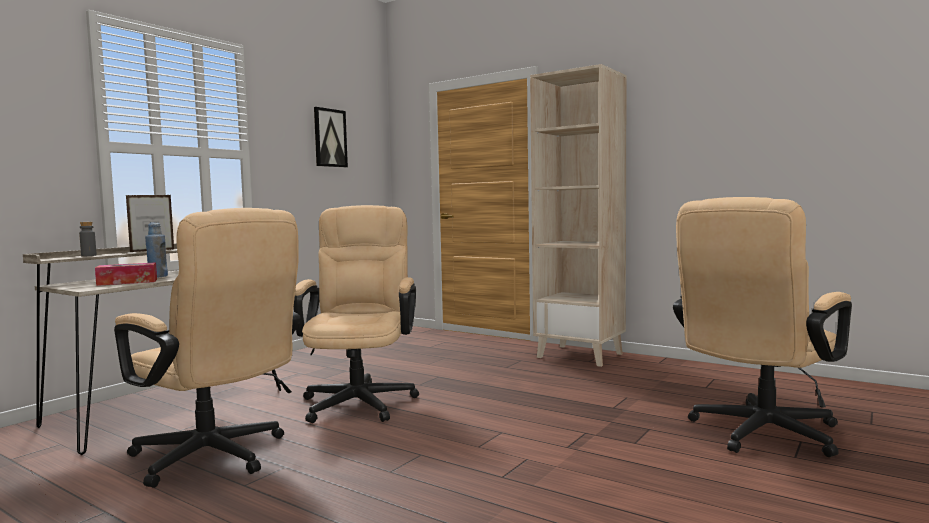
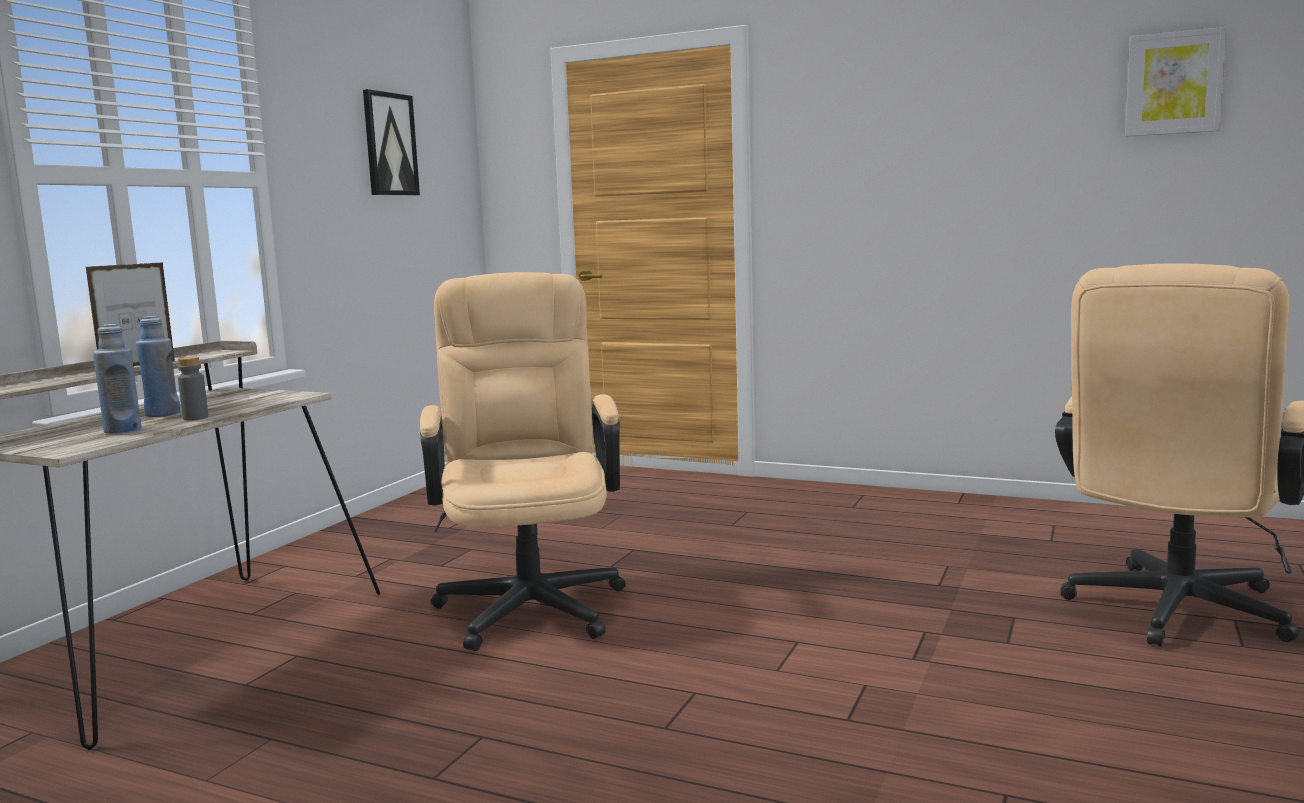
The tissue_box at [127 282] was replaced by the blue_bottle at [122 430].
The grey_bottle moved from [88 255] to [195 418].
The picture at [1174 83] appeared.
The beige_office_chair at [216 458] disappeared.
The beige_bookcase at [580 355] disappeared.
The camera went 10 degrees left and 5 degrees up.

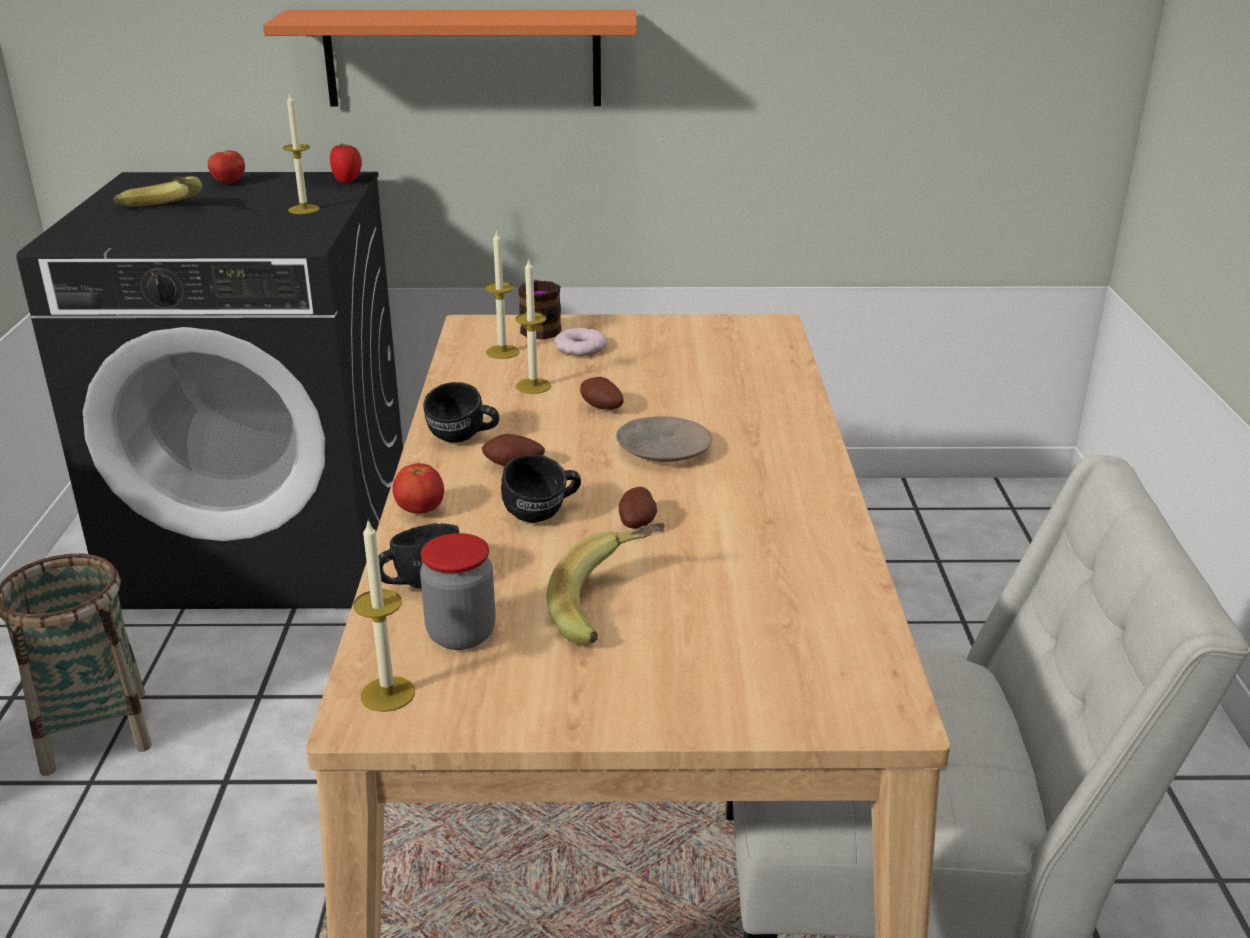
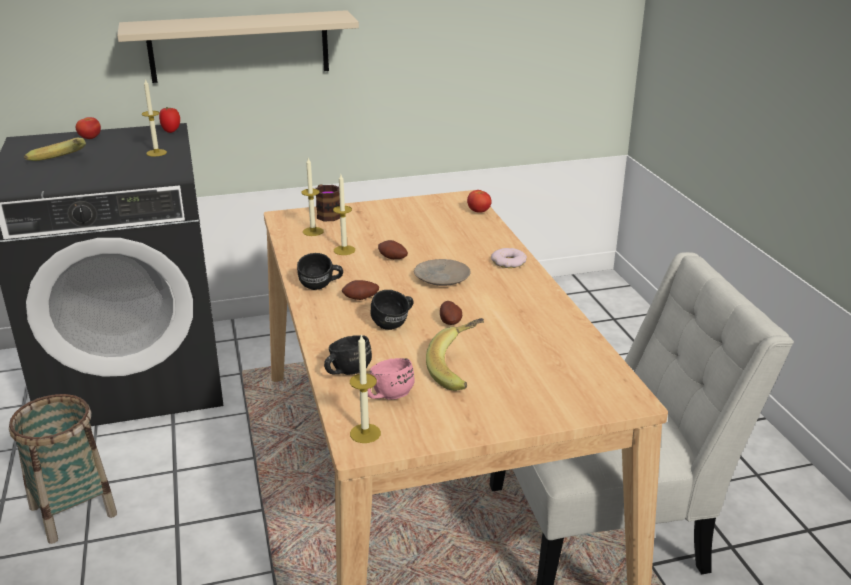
The orange_shelf at [463 58] became the beige_shelf at [239 46].
The jar at [461 634] was replaced by the pink_mug at [387 396].
The tomato moved from [420 510] to [478 212].
The donut moved from [580 348] to [508 262].
The camera went 15 degrees left and 0 degrees up.

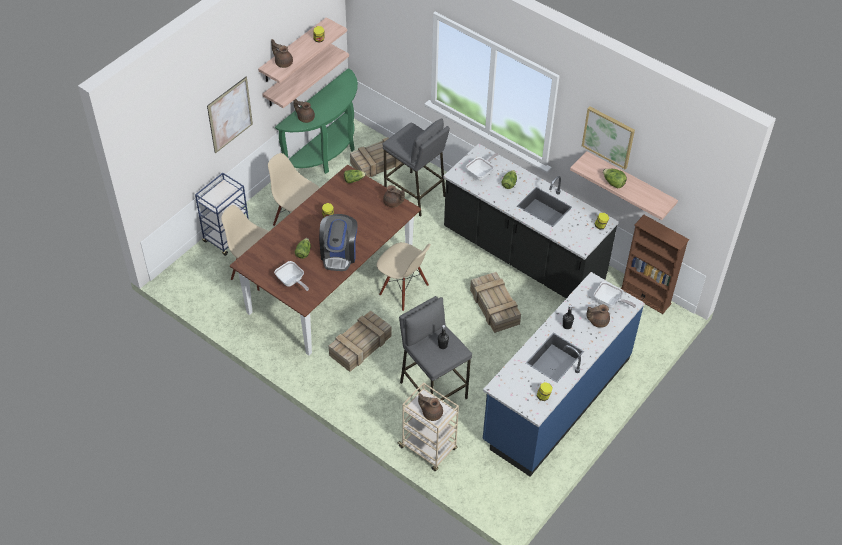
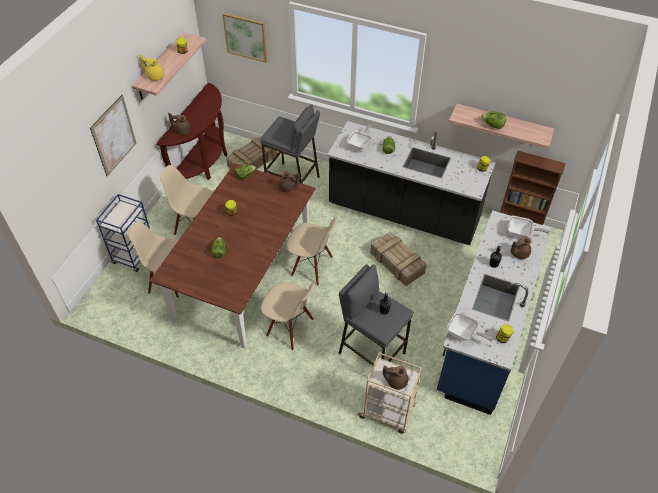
The brown_teapot at [283 62] became the yellow_teapot at [155 76].
The green_console_table at [327 153] became the brown_console_table at [204 162].
The picture moved from [608 137] to [246 37].
The crate at [360 346] was replaced by the beige_chair at [289 328].
The frying_pan moved from [291 282] to [463 334].
The shelf at [296 76] disappeared.
The coffee_machine at [339 254] disappeared.
The camera went 15 degrees left and 0 degrees up.

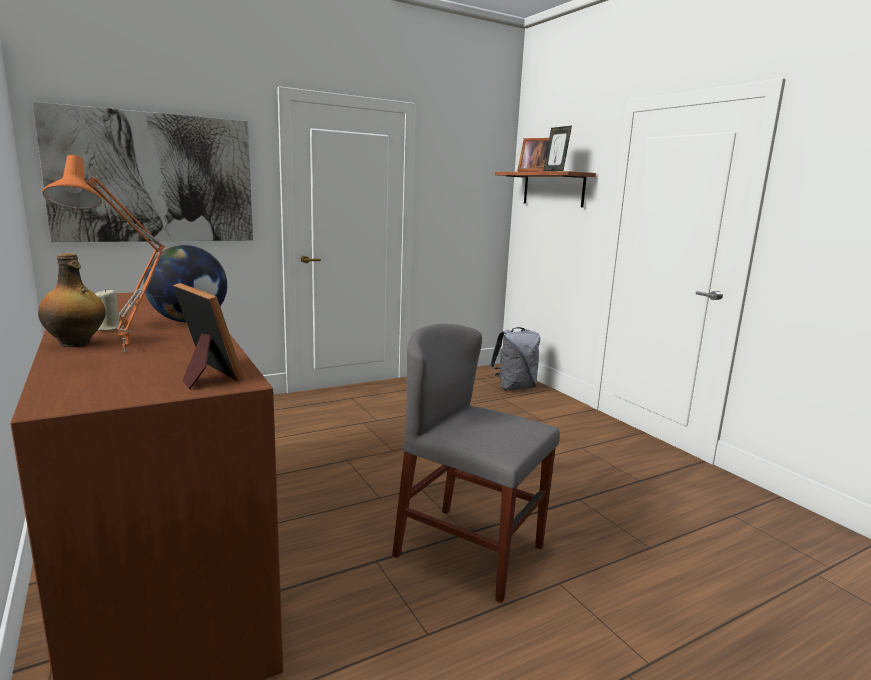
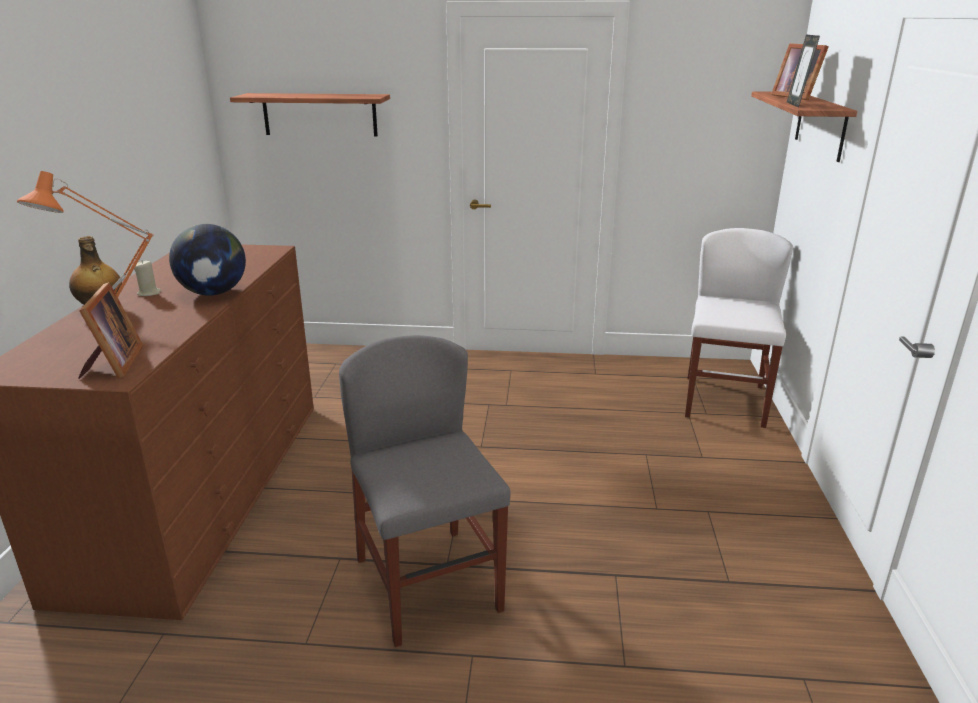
The picture at [154 178] was replaced by the shelf at [320 114].
The grey_backpack at [514 387] was replaced by the white_chair at [724 401].
The camera went 35 degrees right and 10 degrees up.

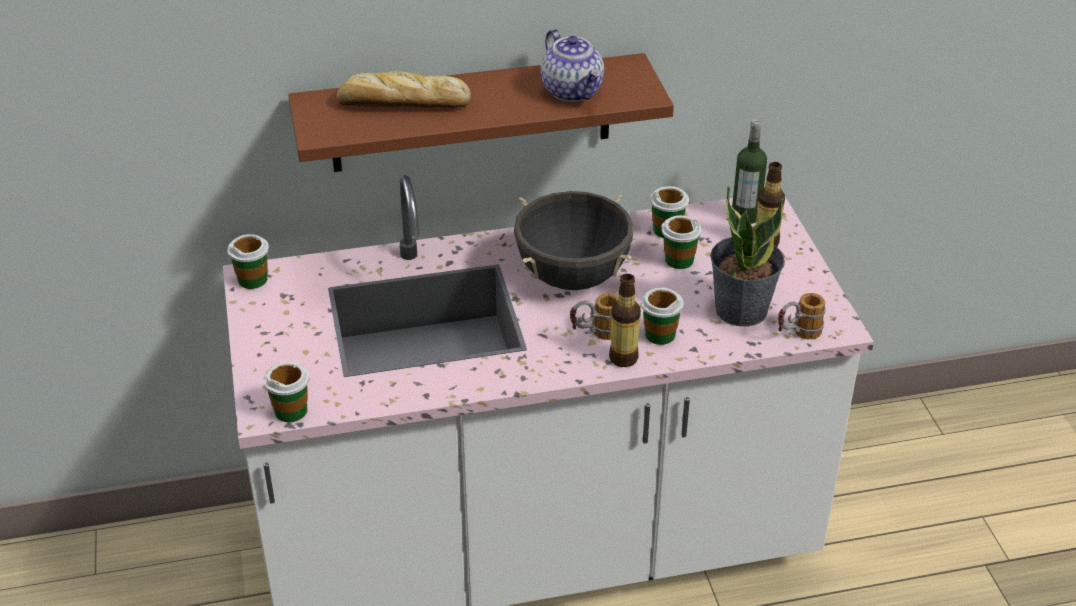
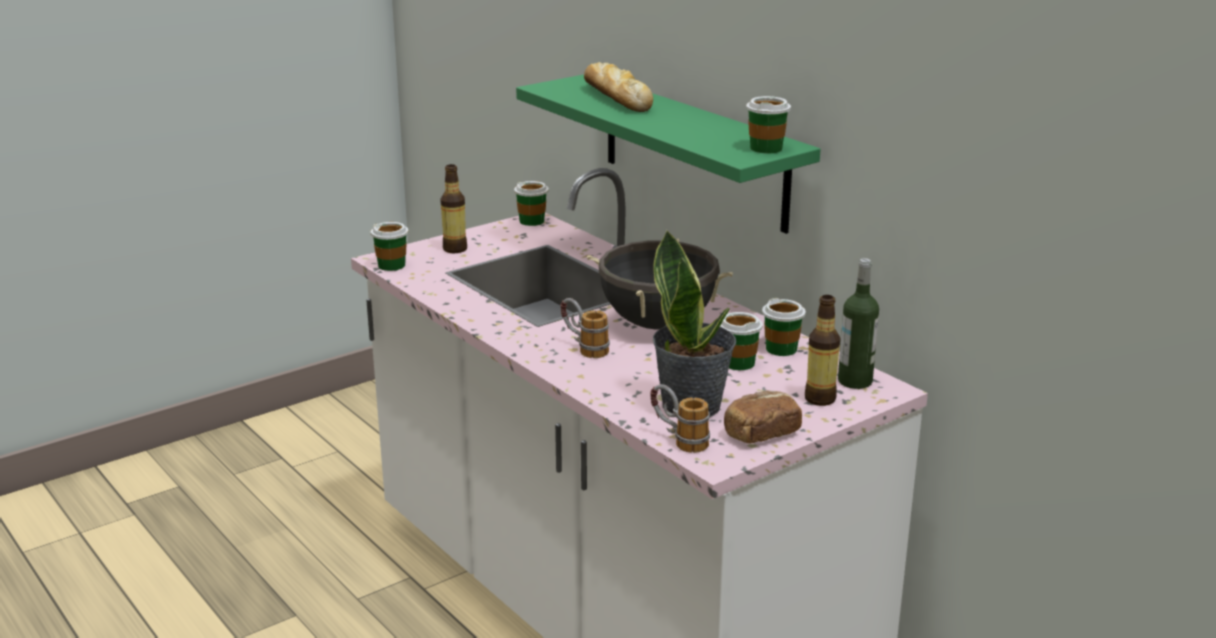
The bottle moved from [623 358] to [455 249].
The brown_shelf at [471 113] became the green_shelf at [694 151].
The bread at [760 433] appeared.
The cup moved from [659 334] to [766 148].
The teapot at [573 91] disappeared.
The camera went 65 degrees right and 15 degrees down.

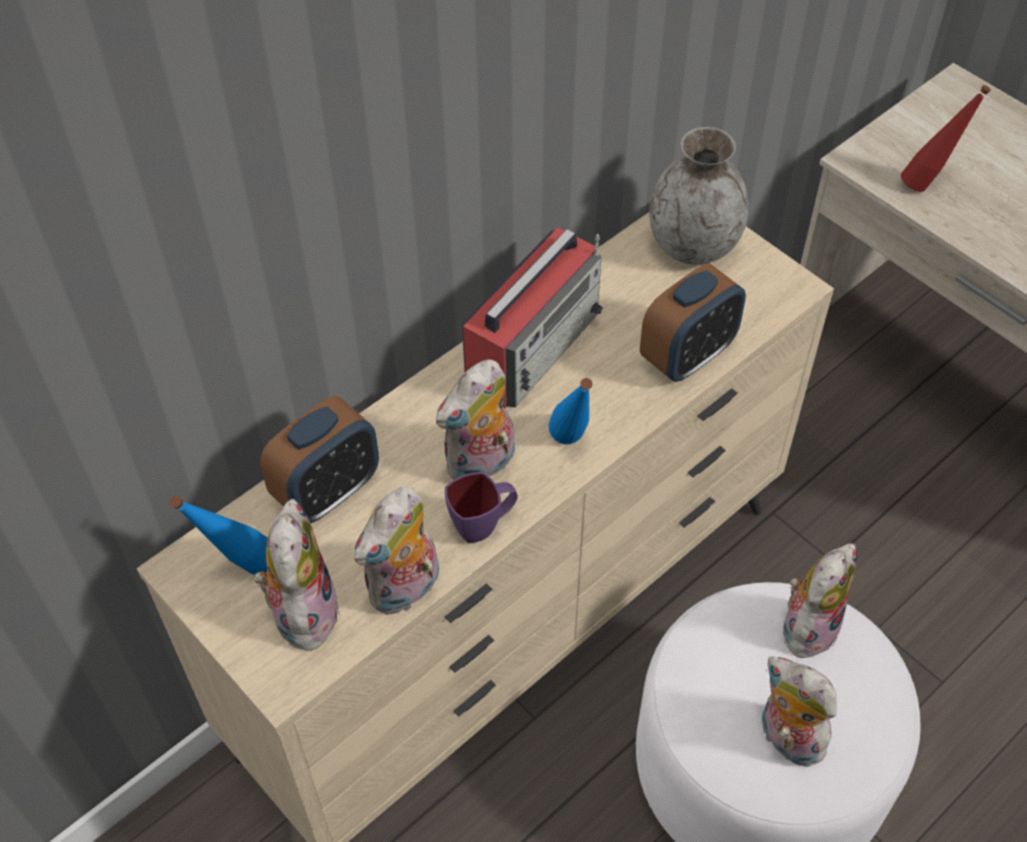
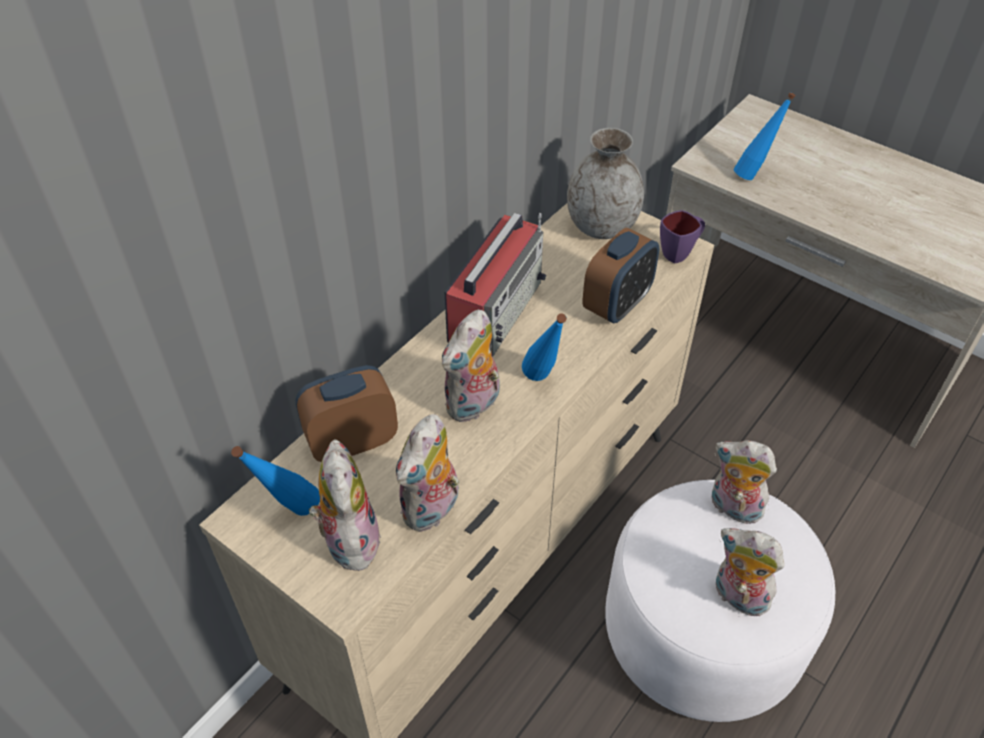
The alarm_clock at [328 491] turned 150 degrees counterclockwise.
The purple_mug moved from [483 525] to [680 253].
The plush_toy at [808 626] turned 90 degrees counterclockwise.
The red_bottle at [929 183] became the blue_bottle at [754 174].
The camera went 10 degrees left and 5 degrees down.

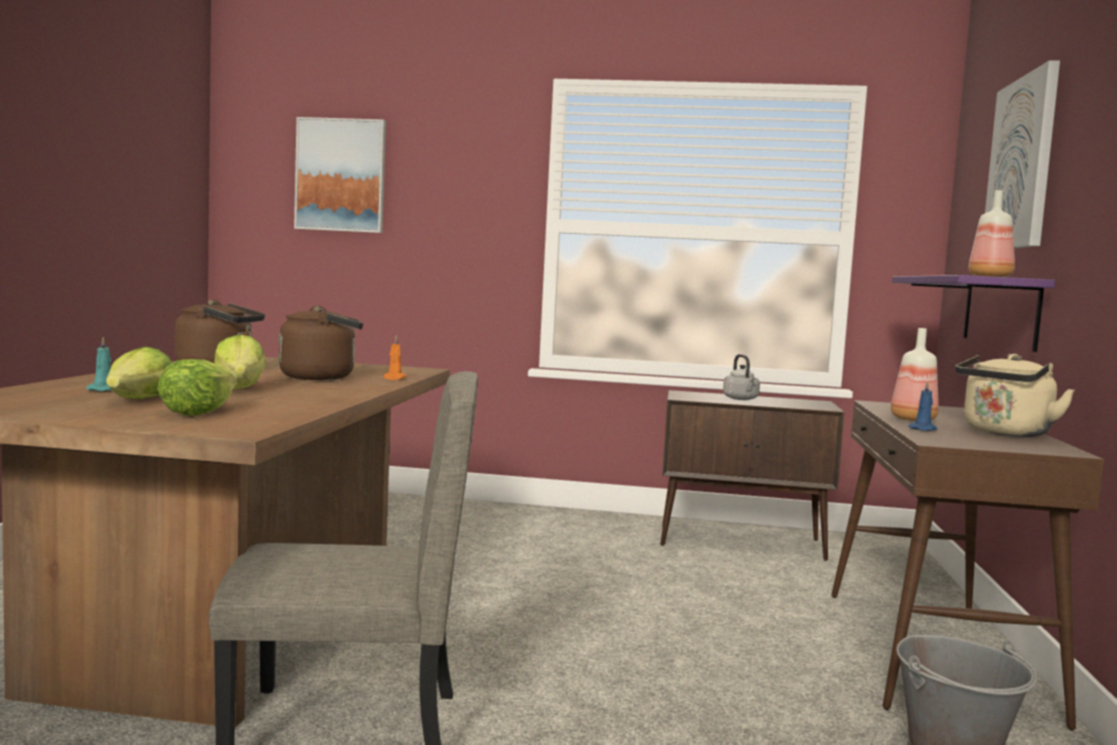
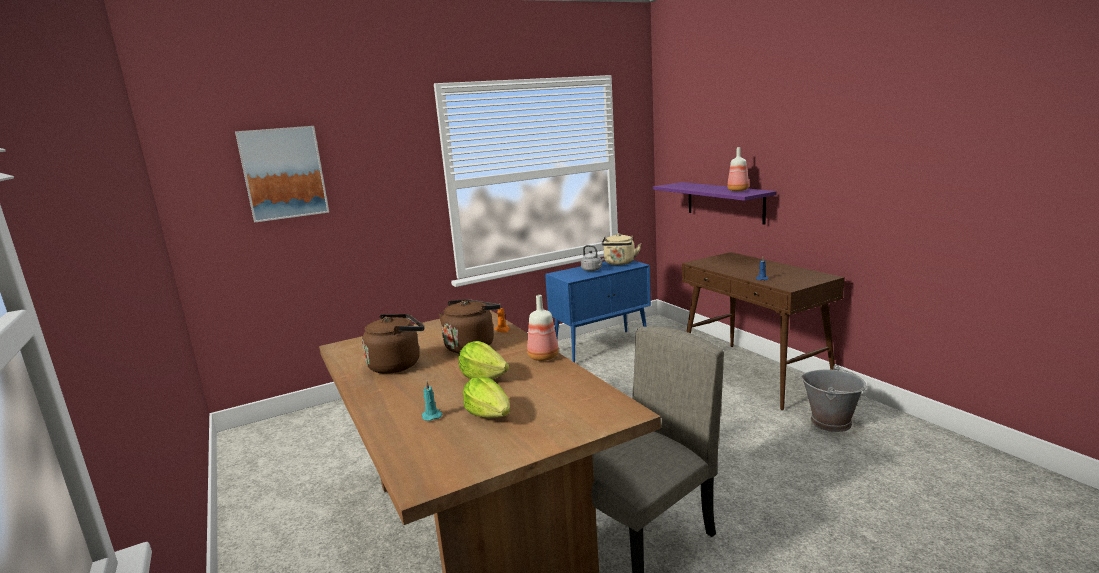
The bottle moved from [911 419] to [542 357].
The brown_cabinet at [742 543] became the blue_cabinet at [602 347].
The beige_kettle moved from [1004 433] to [619 263].
The lettuce at [198 412] disappeared.
The picture at [1022 164] disappeared.
The camera went 35 degrees left and 10 degrees up.

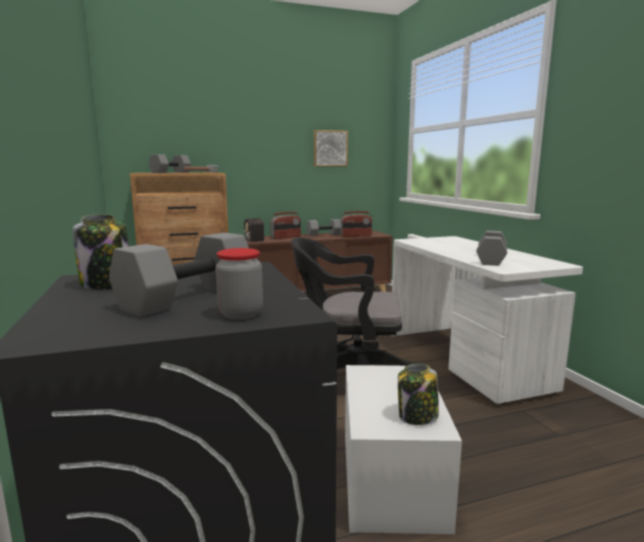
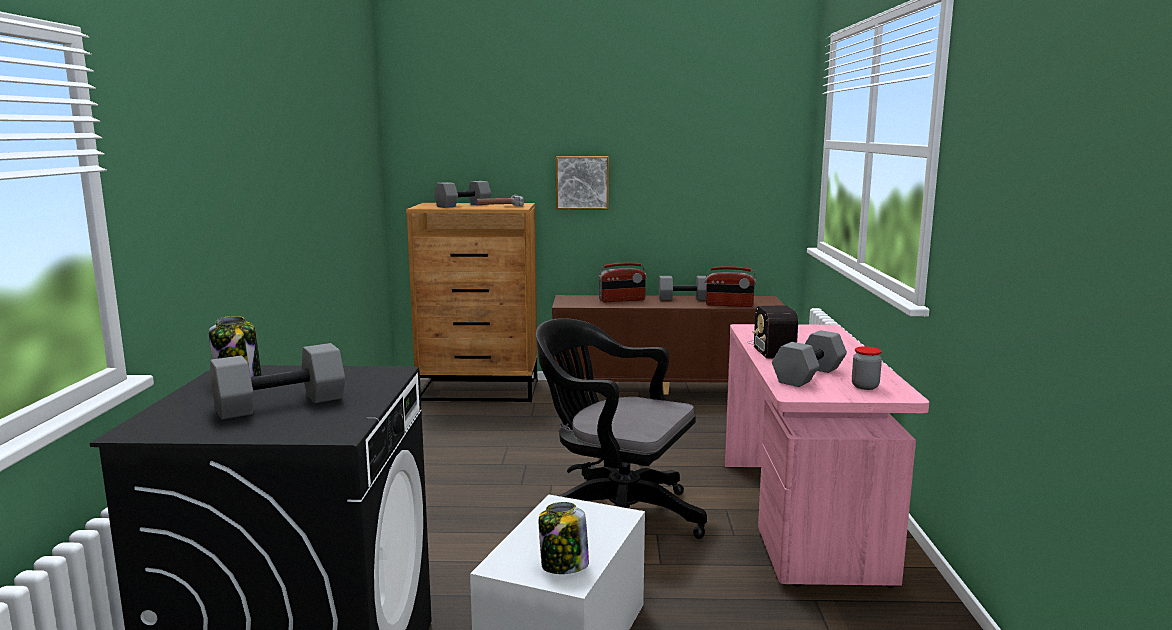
The picture moved from [330 148] to [582 182].
The white_desk at [465 360] became the pink_desk at [804 518].
The radio moved from [253 239] to [772 348].
The jar moved from [240 314] to [865 386].
The camera went 20 degrees right and 0 degrees up.

